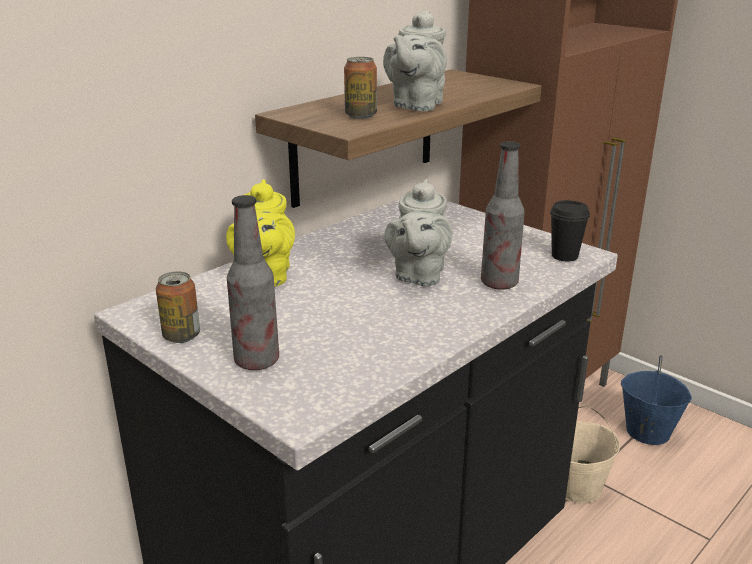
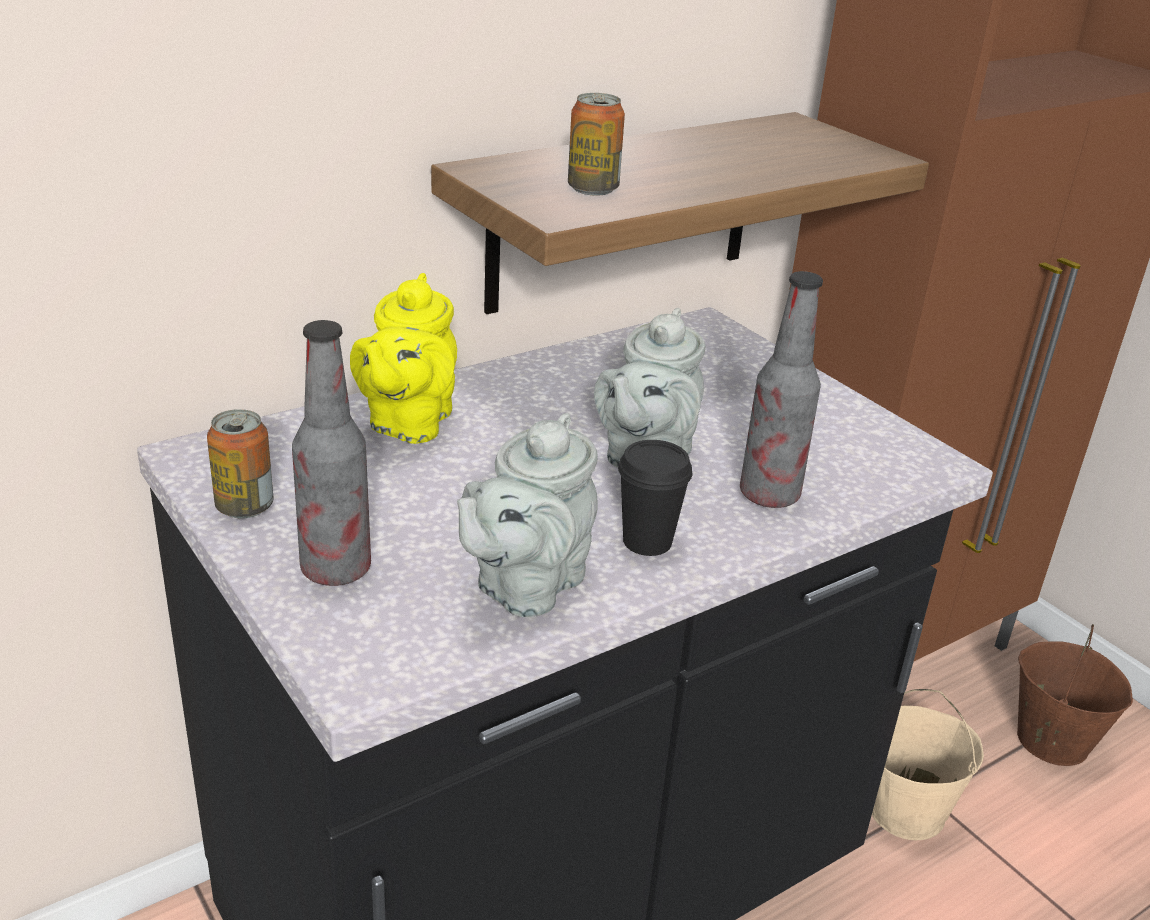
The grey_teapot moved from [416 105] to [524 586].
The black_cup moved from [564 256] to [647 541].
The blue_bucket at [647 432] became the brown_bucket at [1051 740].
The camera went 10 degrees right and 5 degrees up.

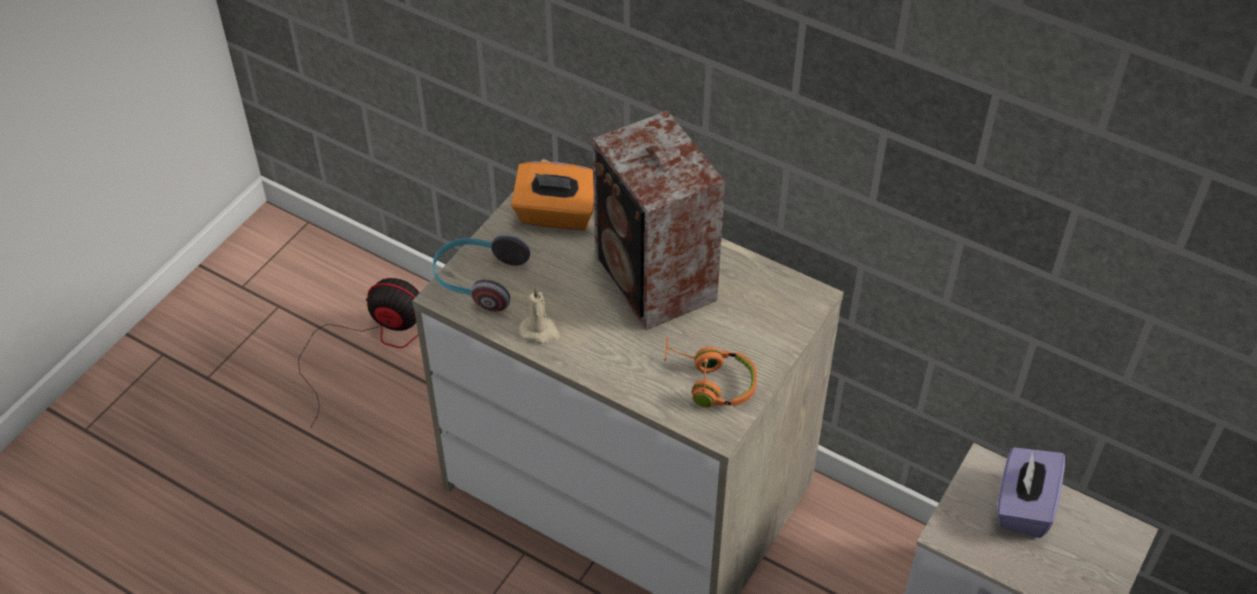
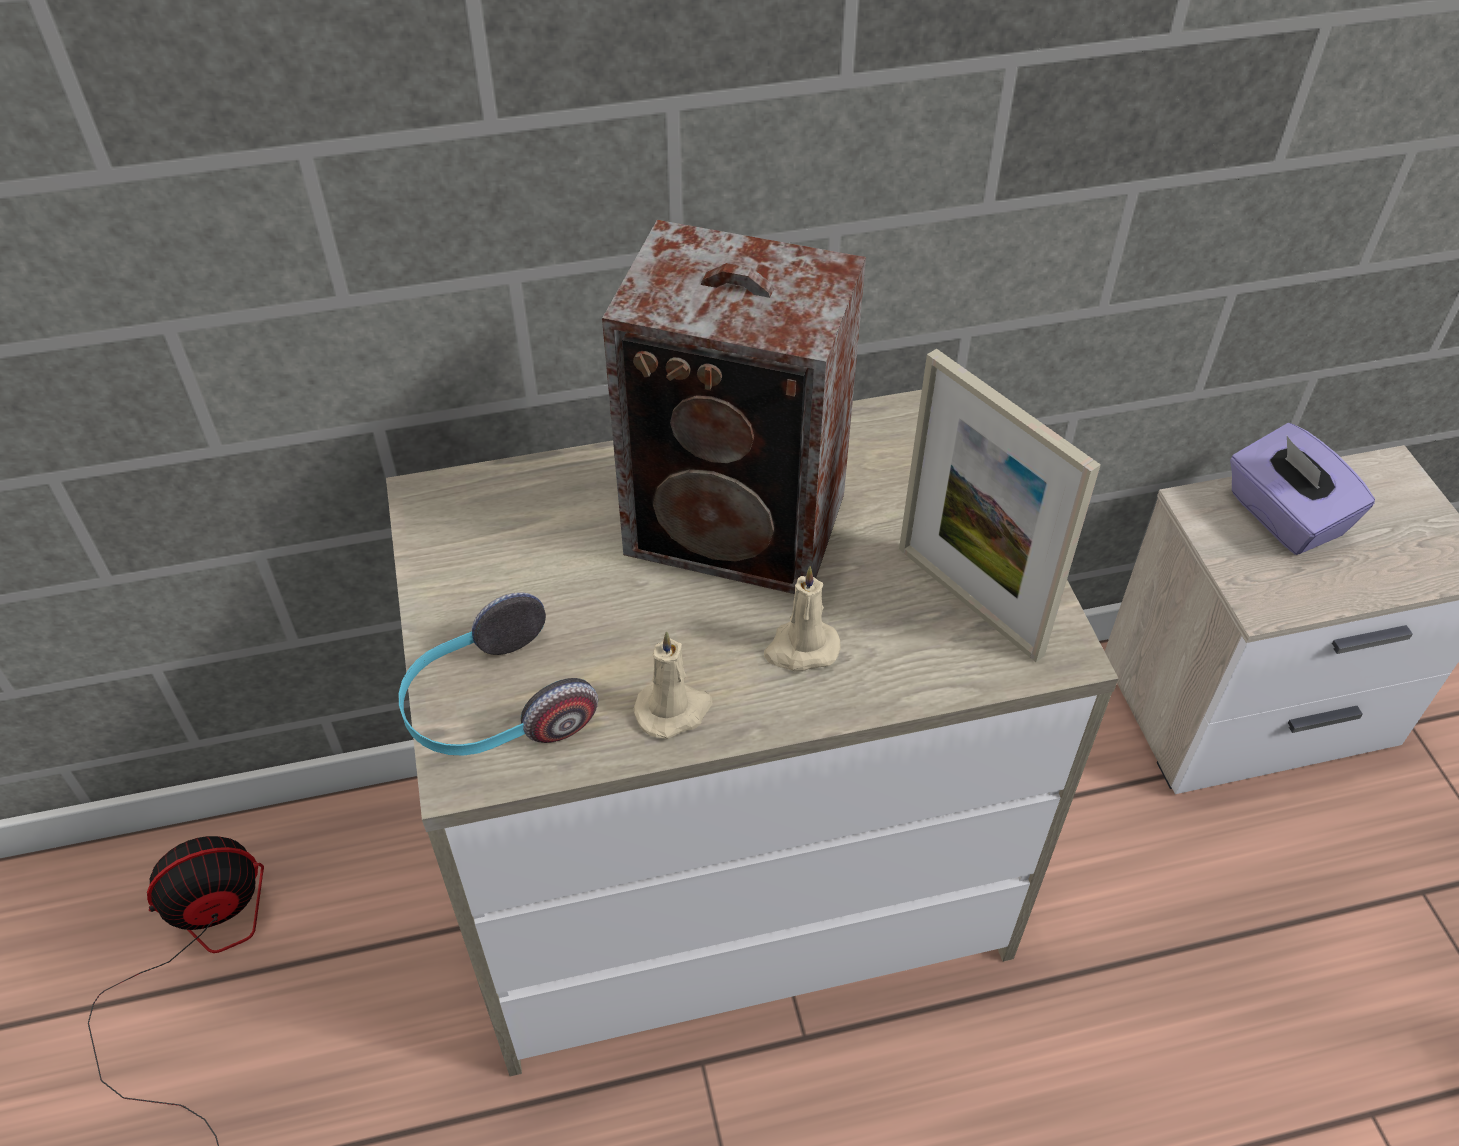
The beige_candle at [801 649] appeared.
The orange_headphones at [709 381] was replaced by the picture_frame at [969 601].
The orange_tissue_box at [556 215] disappeared.
The camera went 45 degrees left and 0 degrees up.

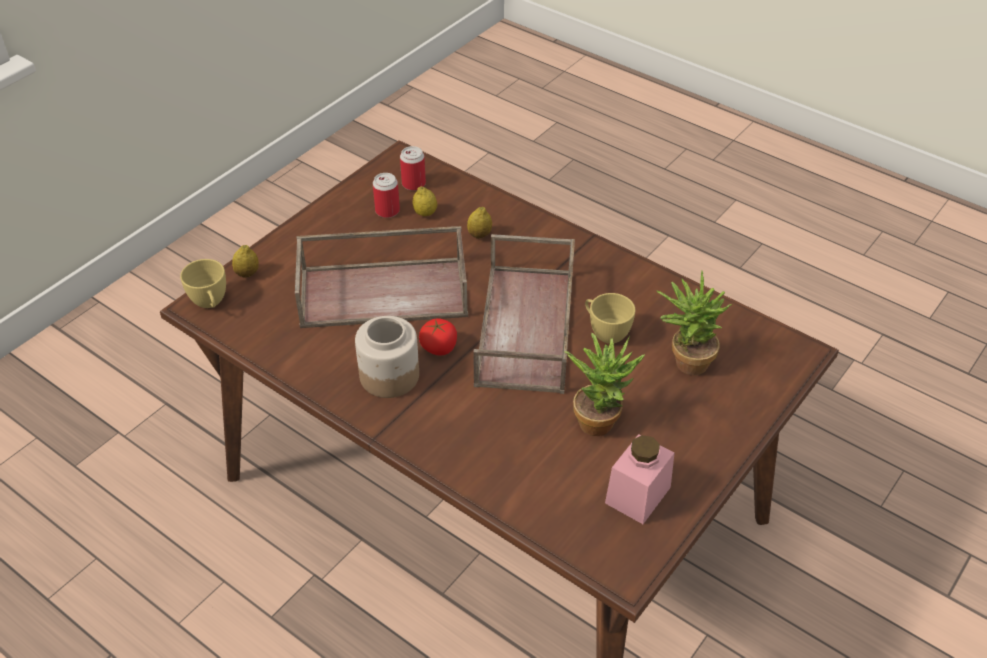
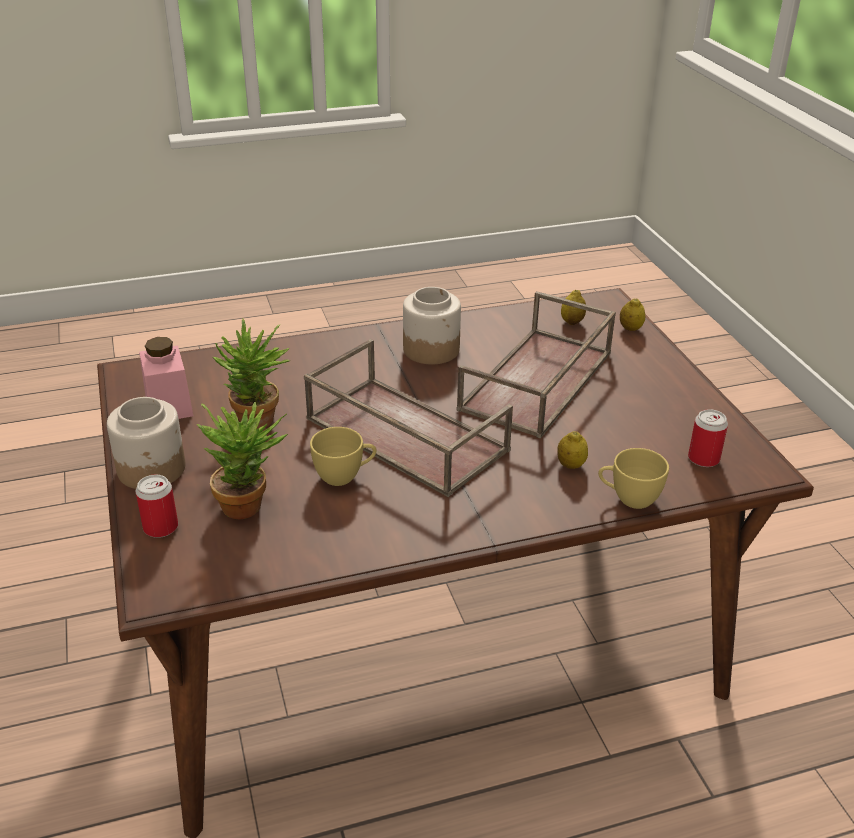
The jar at [152 469] appeared.
The can moved from [387 211] to [161 527].
The lemon moved from [425 213] to [572 322].
The yellow_cup moved from [210 303] to [628 498].
The tomato at [439 347] disappeared.
The camera went 125 degrees right and 10 degrees down.

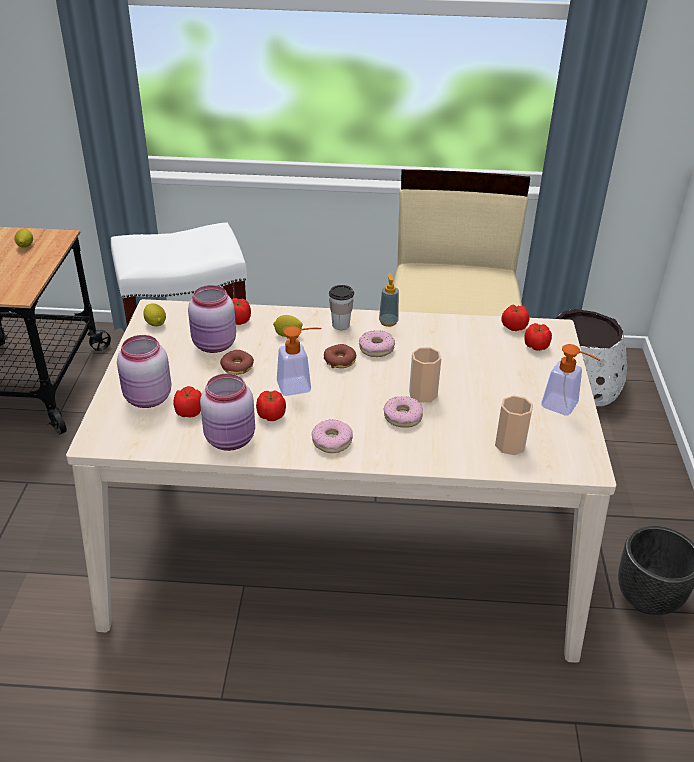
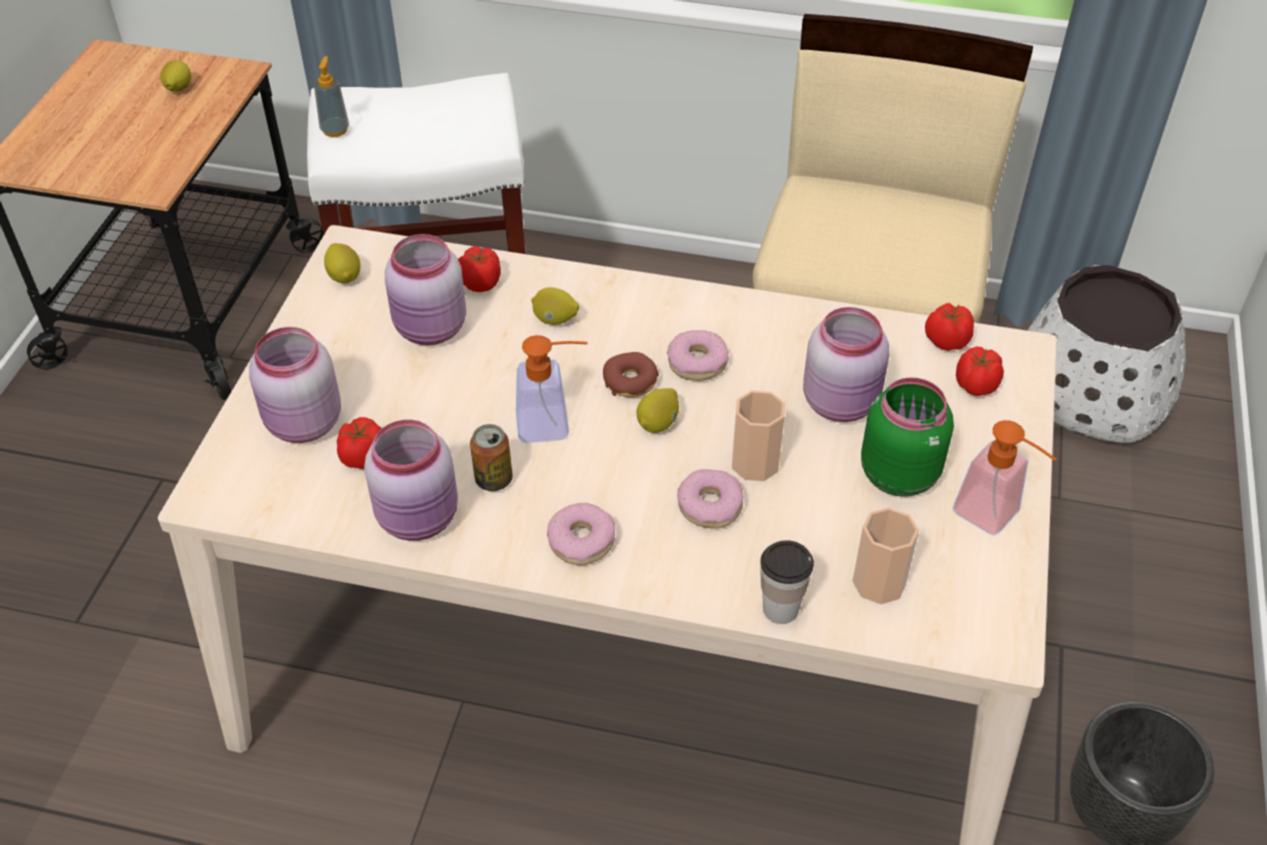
The soap_dispenser moved from [388 322] to [335 130].
The tomato at [271 416] was replaced by the can at [493 479].
The lemon at [658 423] appeared.
The cup moved from [341 325] to [780 609].
The pink_jar at [842 402] appeared.
The green_jar at [898 472] appeared.
The donut at [237 367] disappeared.
The camera went 10 degrees right and 10 degrees up.

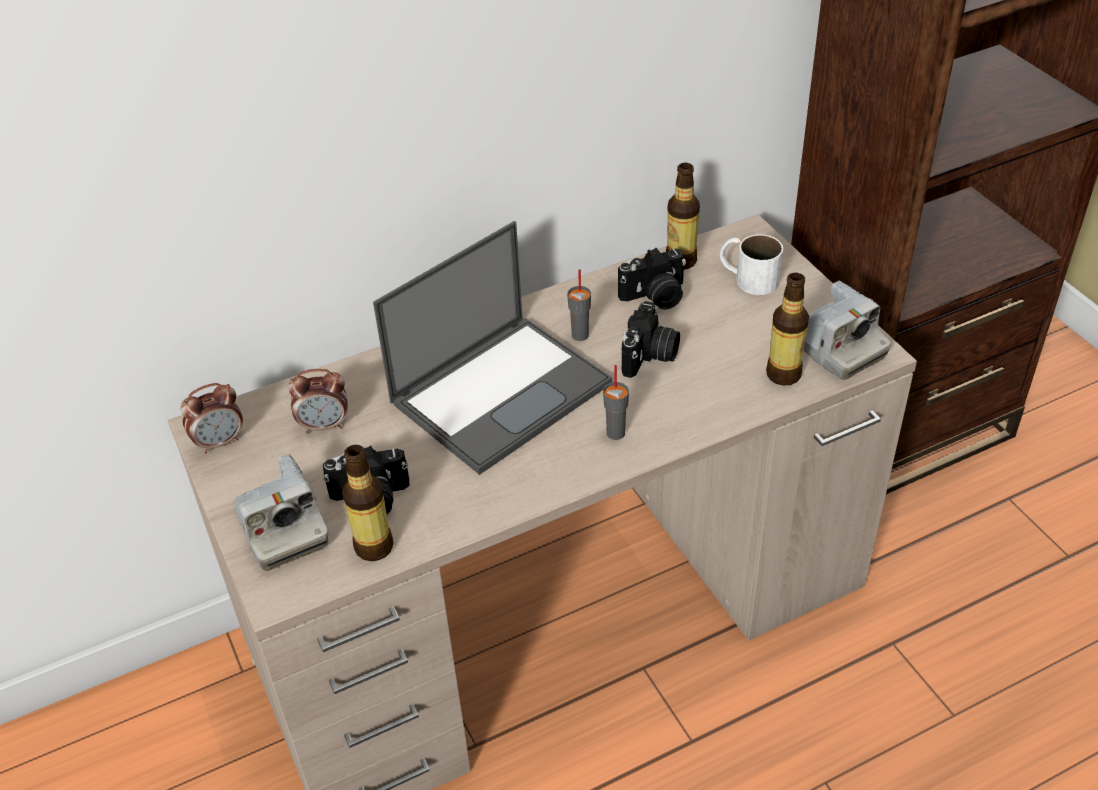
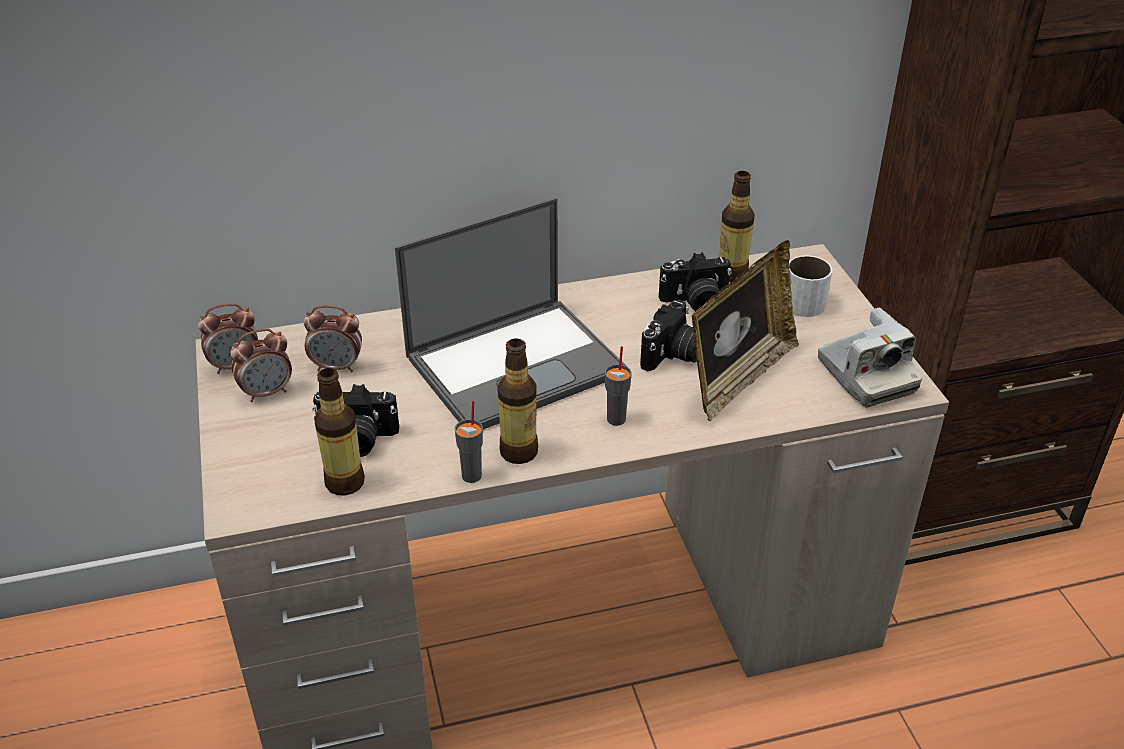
The alarm_clock at [267 392] appeared.
The grey_cup moved from [580 335] to [472 475].
The bottle moved from [783 374] to [519 452].
The picture_frame at [738 377] appeared.
The photo_camera at [282 528] disappeared.
The camera went 10 degrees right and 5 degrees down.

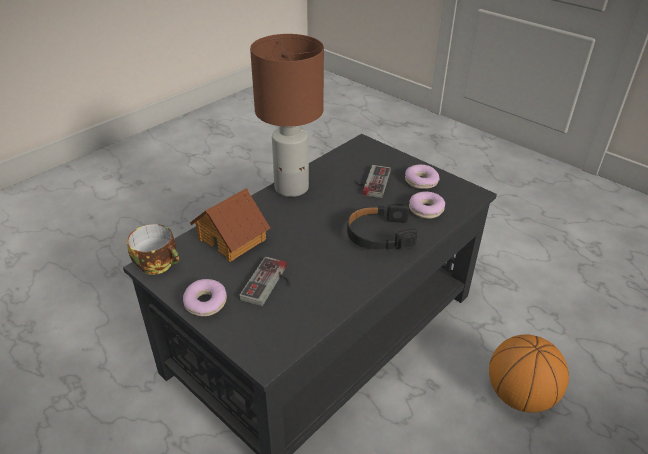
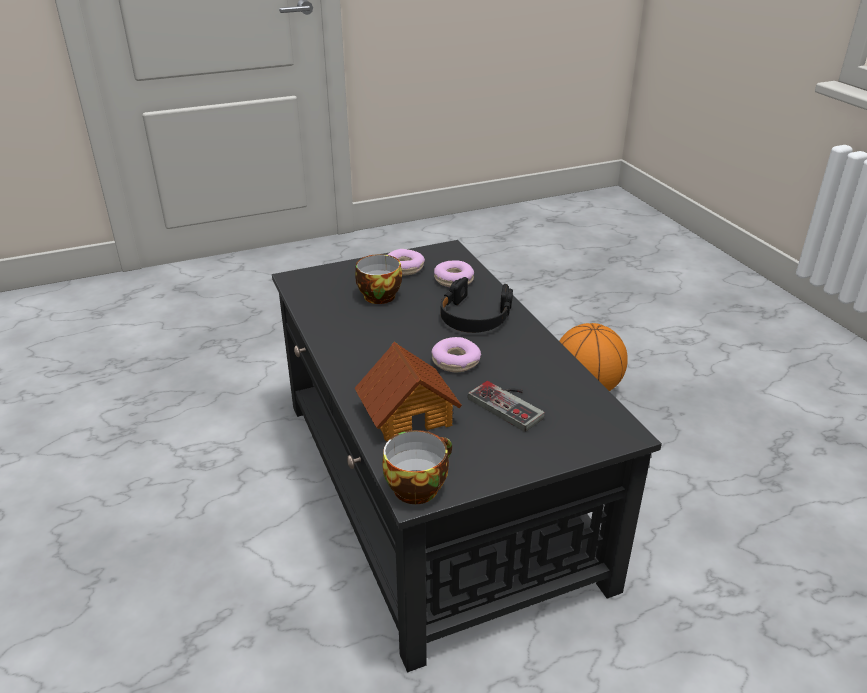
The game_controller at [370 182] was replaced by the cup at [377 295].
The donut moved from [205 303] to [456 361].
The brown_table_lamp at [292 187] disappeared.
The camera went 65 degrees left and 5 degrees down.

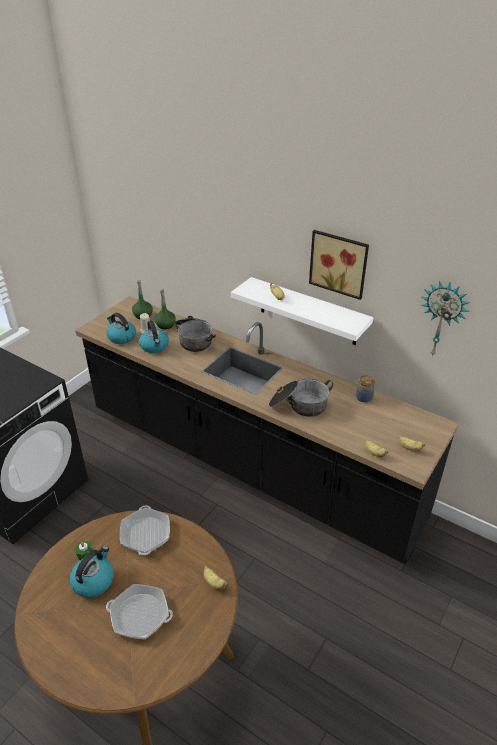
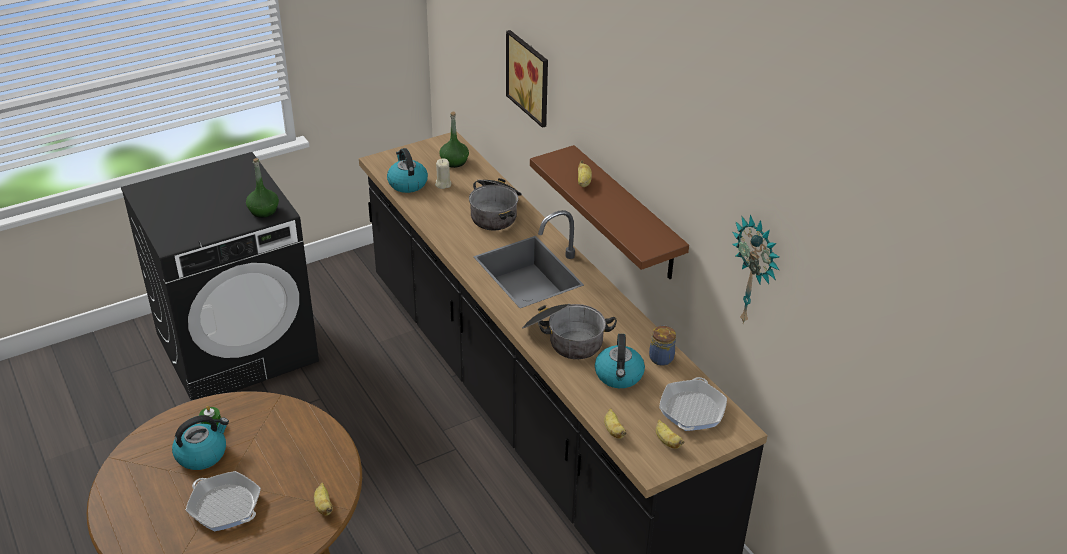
The green_bottle moved from [165 325] to [263 211].
The picture moved from [339 263] to [531 77].
The white_shelf at [308 311] became the brown_shelf at [626 214].
The kettle moved from [154 346] to [619 376].
The frying_pan moved from [145 534] to [692 410].
The camera went 25 degrees right and 0 degrees up.

